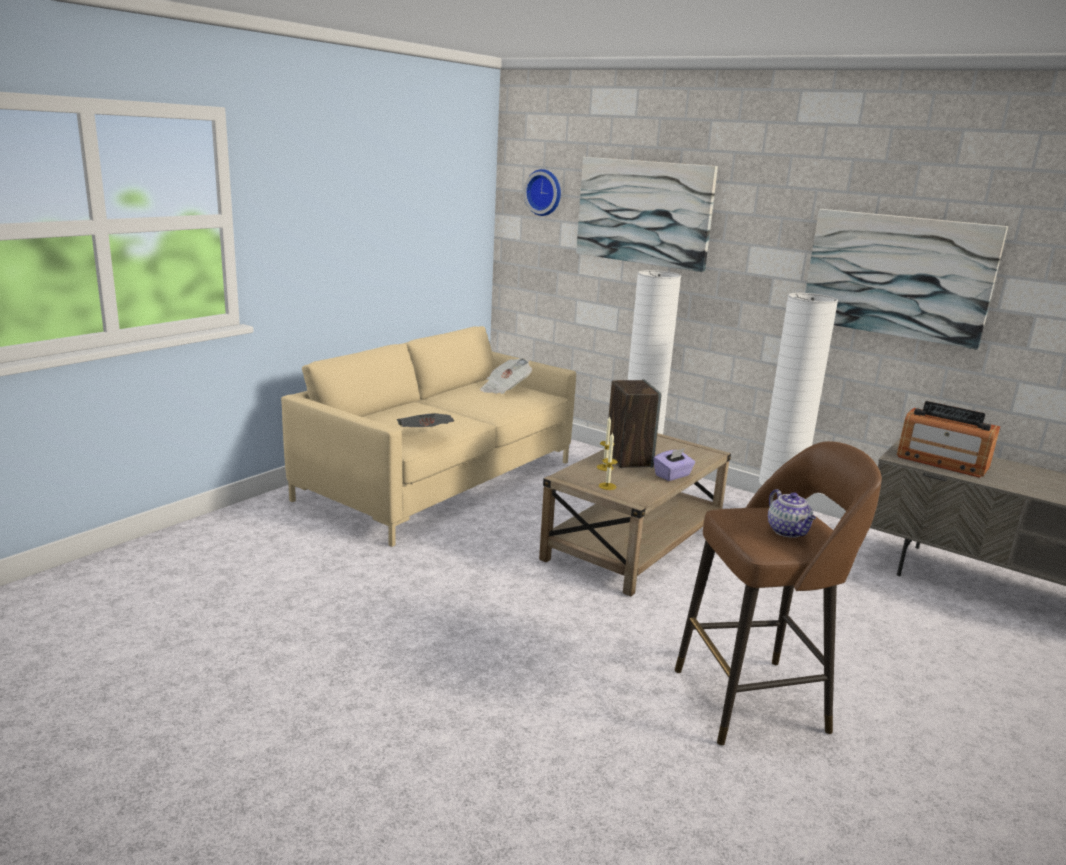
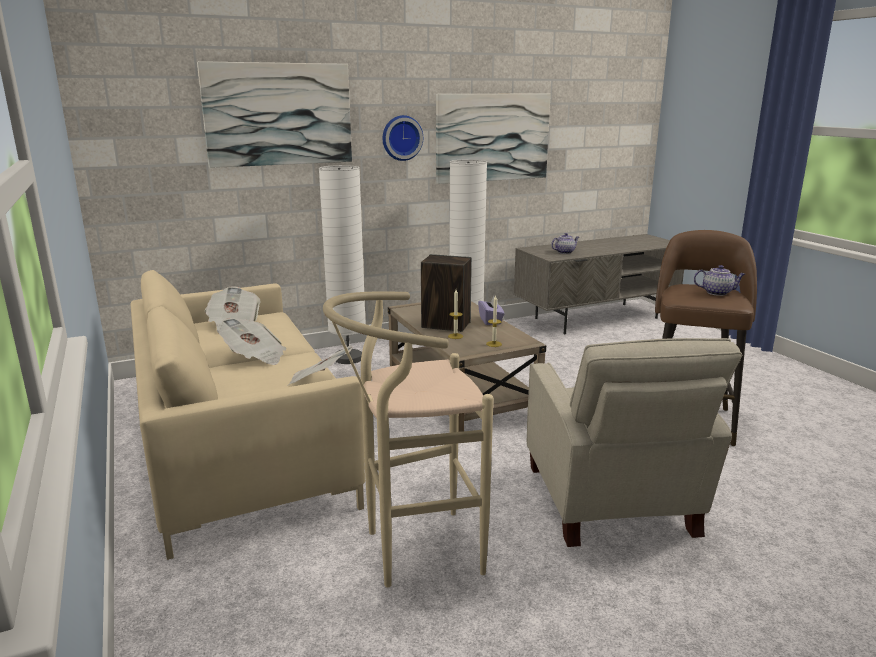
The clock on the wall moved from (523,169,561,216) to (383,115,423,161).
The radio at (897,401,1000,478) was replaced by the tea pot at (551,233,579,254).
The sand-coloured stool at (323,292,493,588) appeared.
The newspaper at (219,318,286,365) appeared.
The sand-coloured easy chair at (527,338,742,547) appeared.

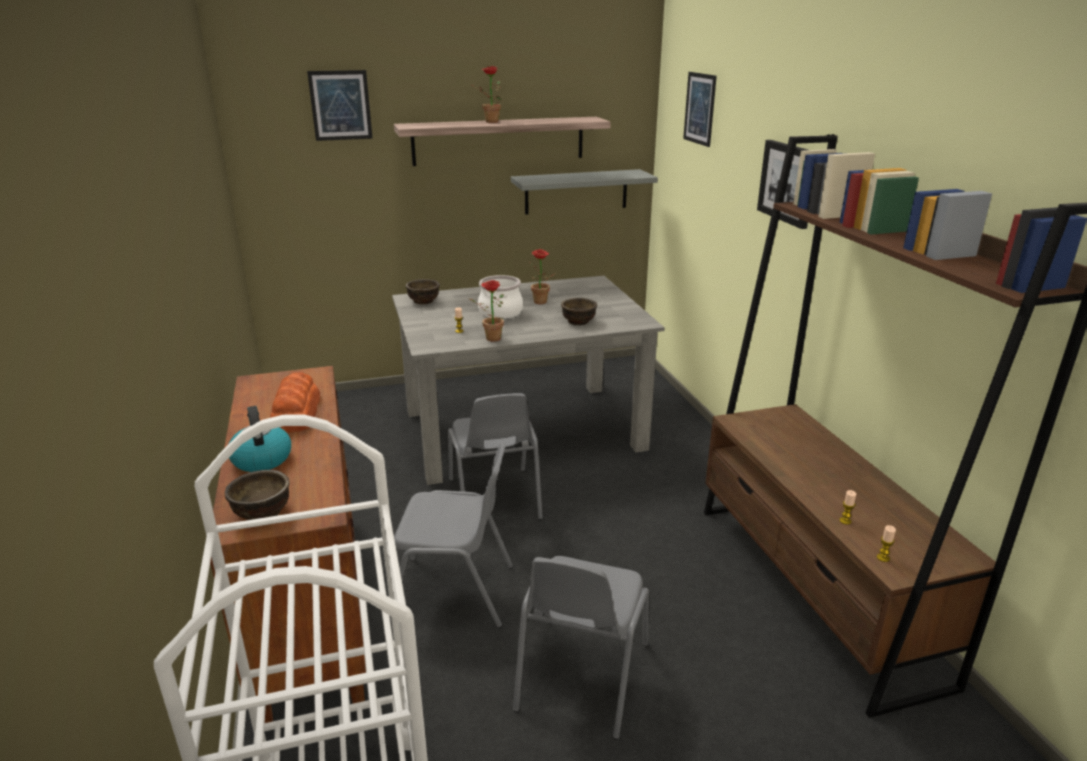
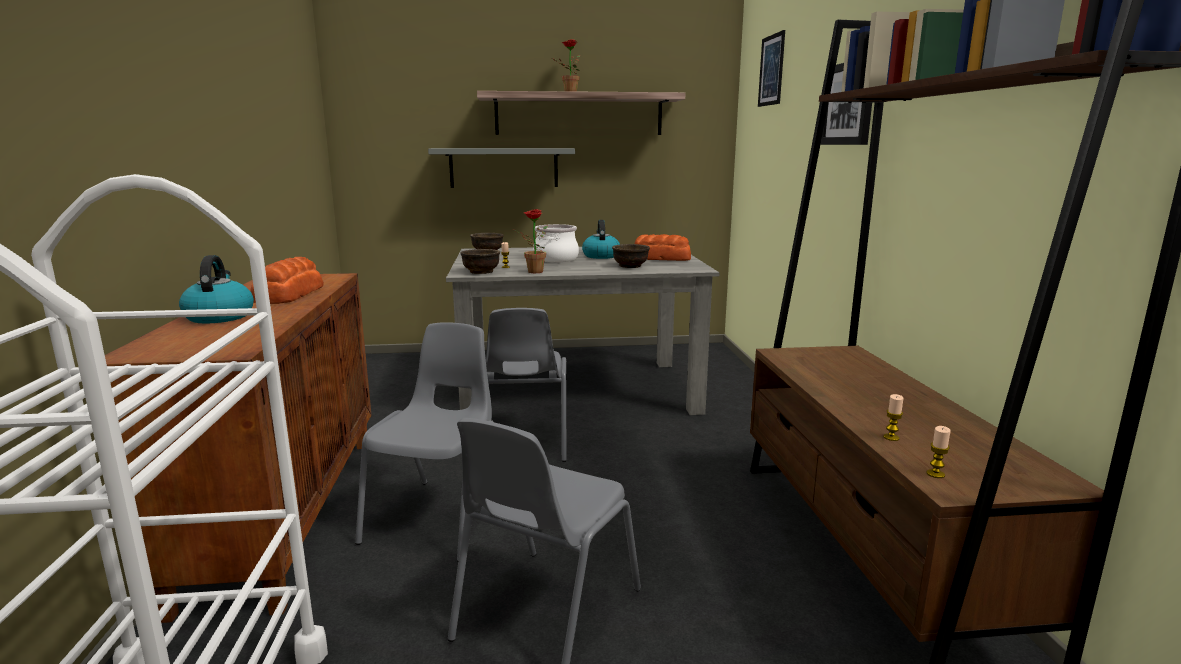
The wall art at (307,70,373,141) disappeared.
The grey wall shelf moved from (511,169,658,215) to (428,148,575,188).
The plant in a pot at (531,249,556,304) was replaced by the tea kettle at (582,220,620,259).
The grey plain chair at (389,442,513,628) turned 90 degrees counterclockwise.
The brown-coloured serving bowl moved from (225,470,290,520) to (460,249,500,274).
The baked bread at (635,234,691,261) appeared.

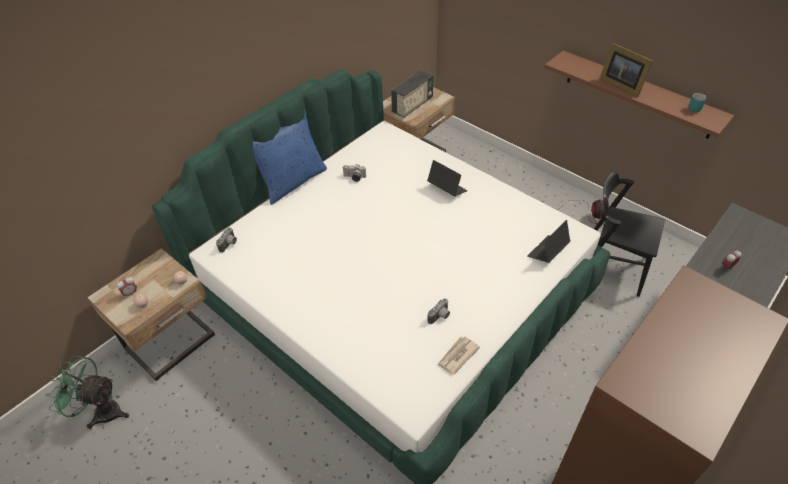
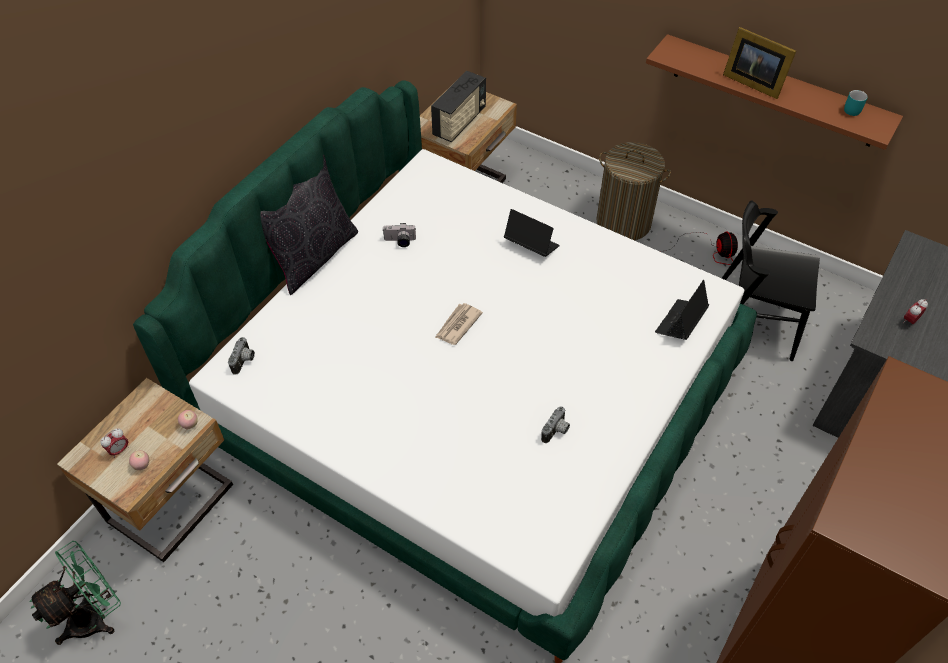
The blue-coloured throw pillow at (253,110,327,205) became the blackish throw pillow at (260,154,358,295).
The newspaper moved from (437,336,480,374) to (435,303,483,345).
The green-coloured cooling fan at (45,356,129,429) turned 135 degrees clockwise.
The laundry basket at (597,142,671,241) appeared.

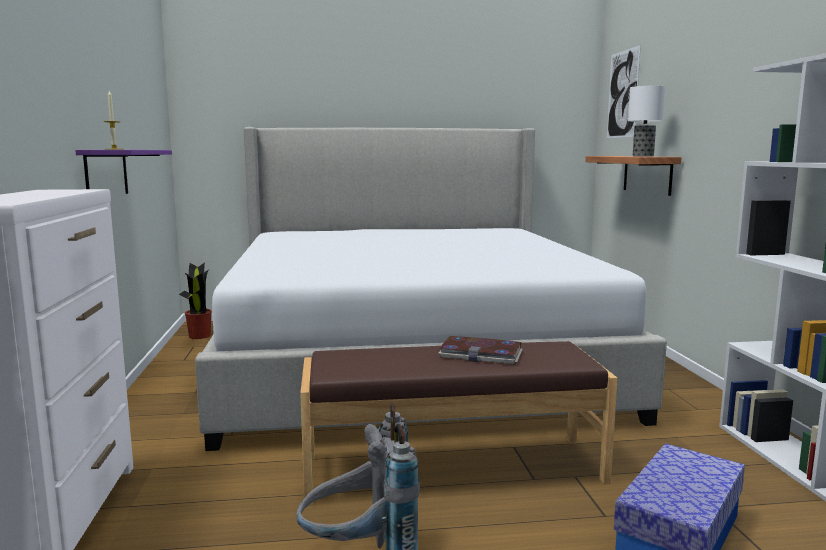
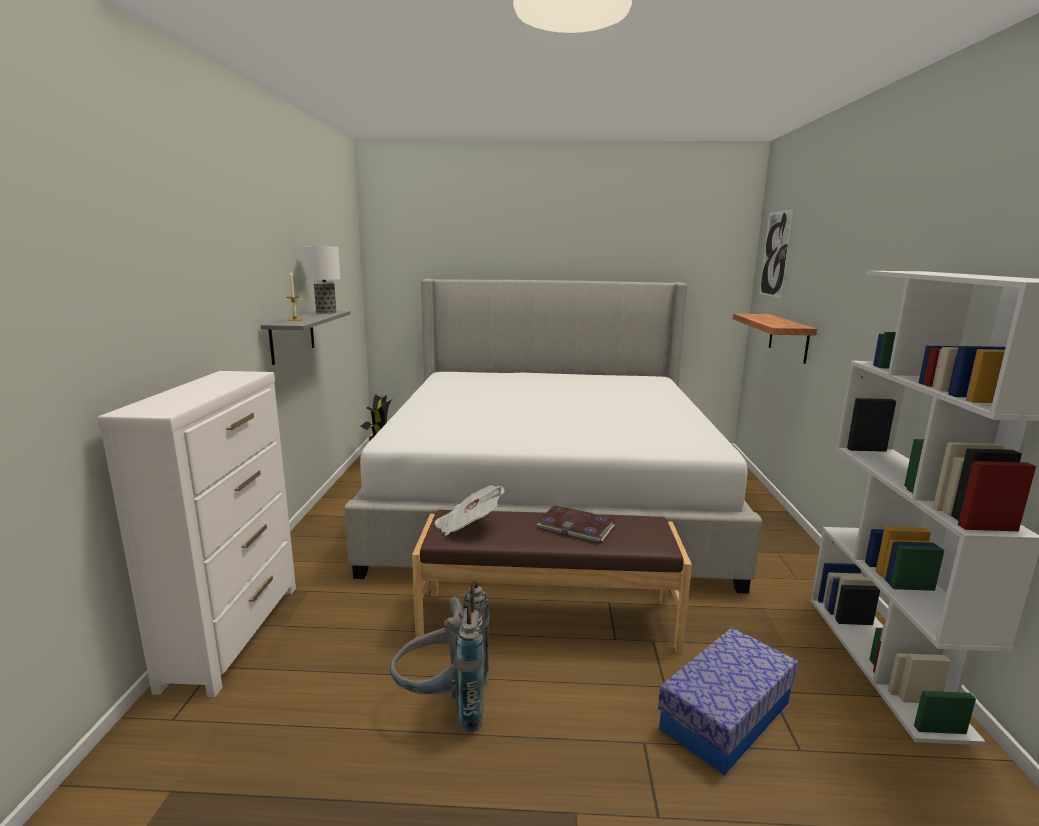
The table lamp moved from (628,86,666,157) to (304,246,341,314).
The purplish wall shelf at (75,150,172,194) became the grey wall shelf at (260,310,351,365).
The newspaper at (435,485,505,535) appeared.

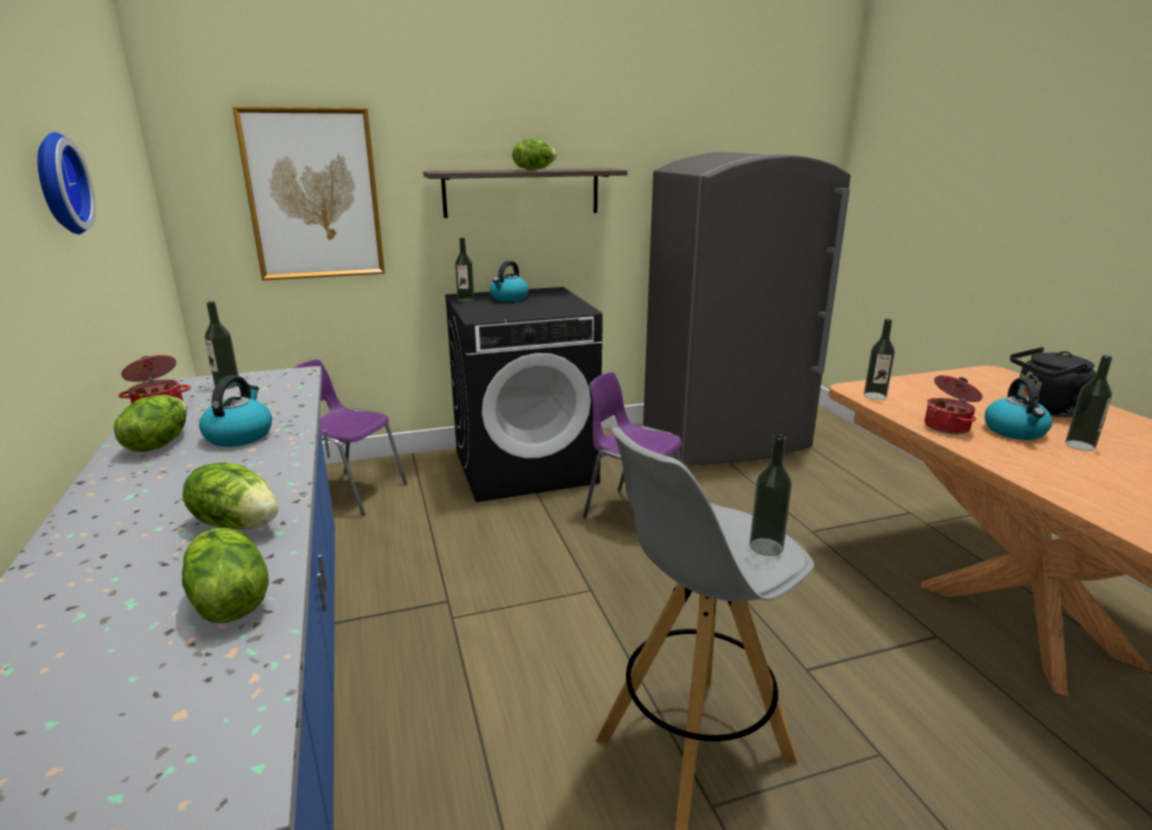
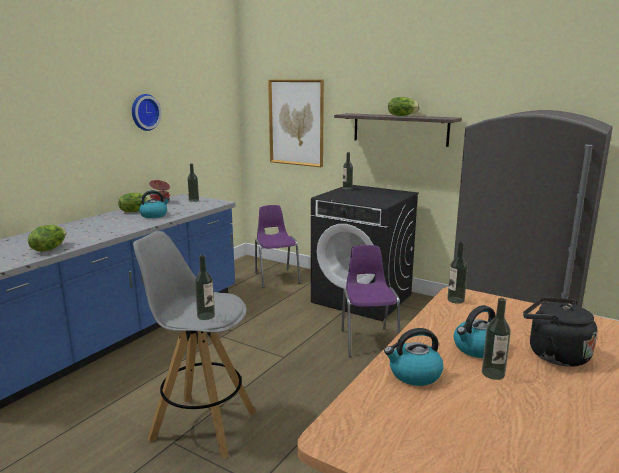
The tea kettle moved from (490,261,529,302) to (384,328,444,386).
The cooking pot at (925,375,982,434) disappeared.
The lettuce head at (183,463,278,529) disappeared.

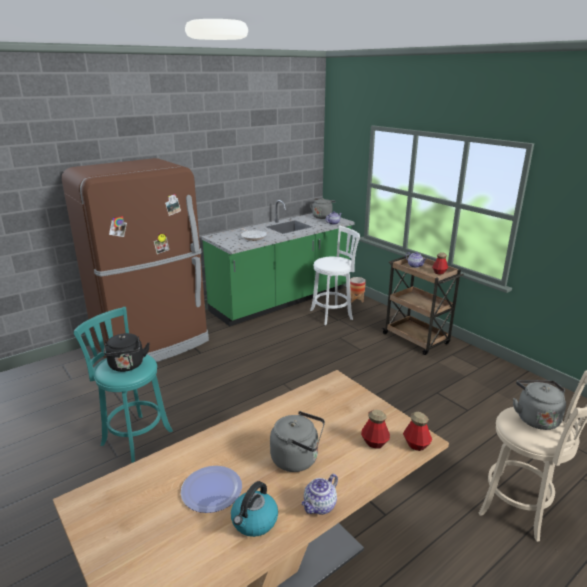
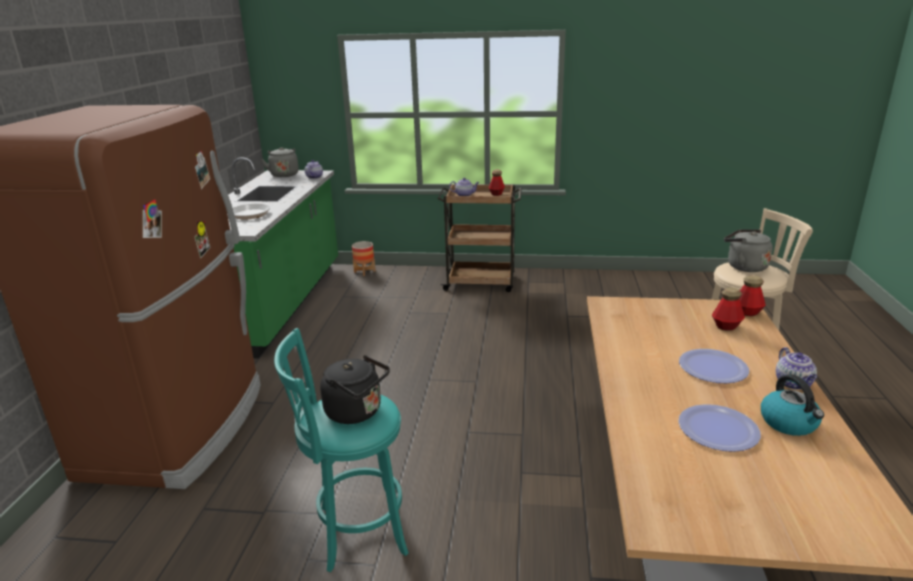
The white stool at (310,226,360,325) disappeared.
The grey tea kettle at (270,411,325,472) was replaced by the dinner plate at (679,349,749,383).

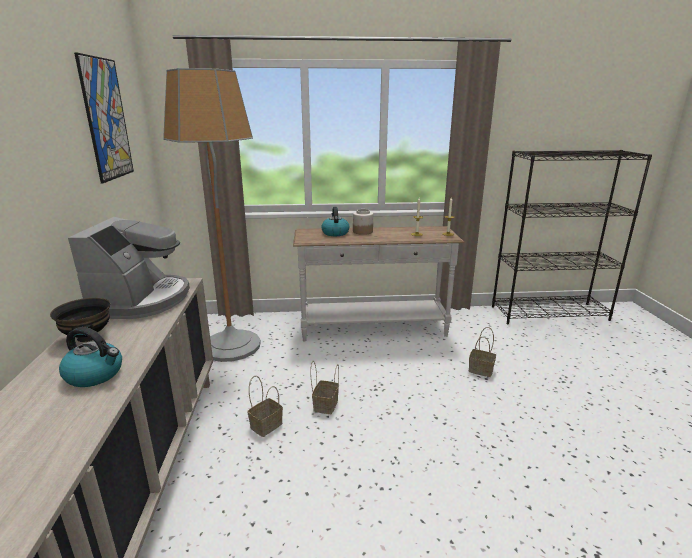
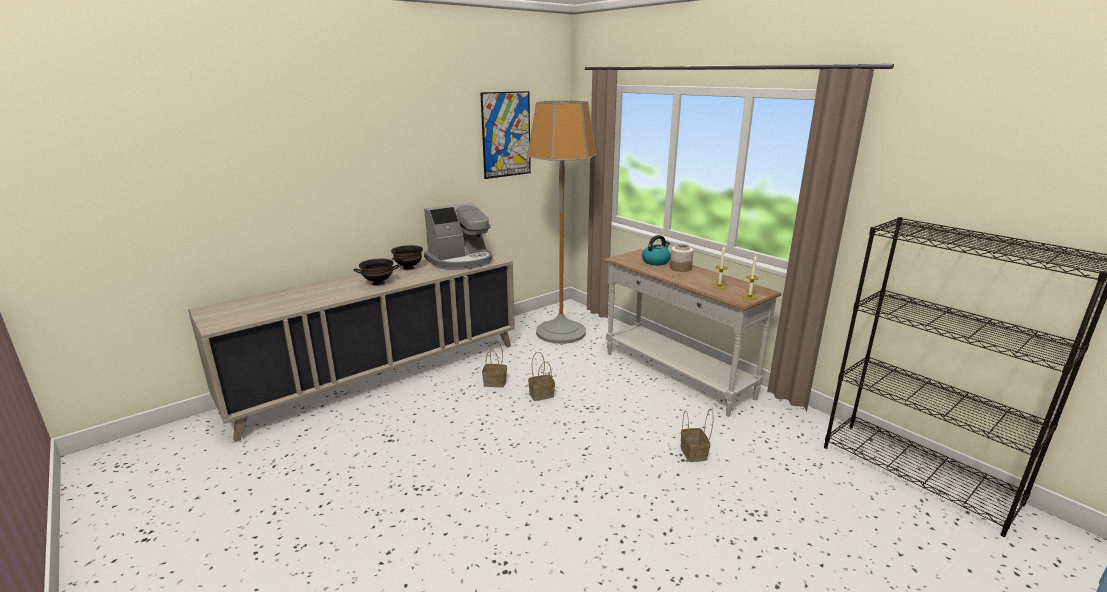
The tea kettle at (59,327,122,387) was replaced by the blackish serving bowl at (354,259,399,285).

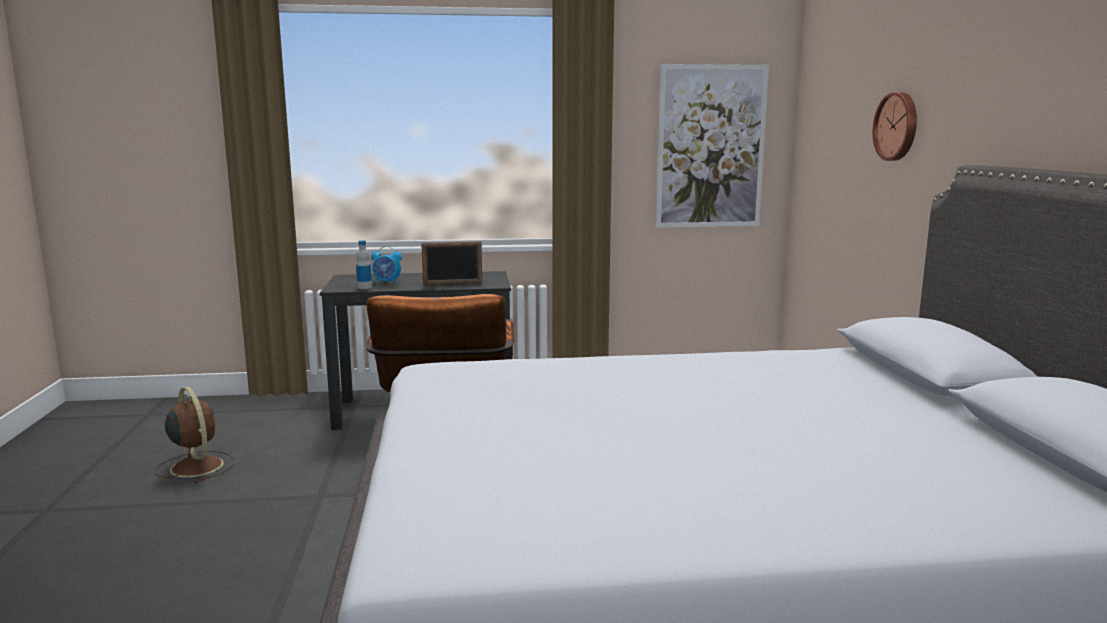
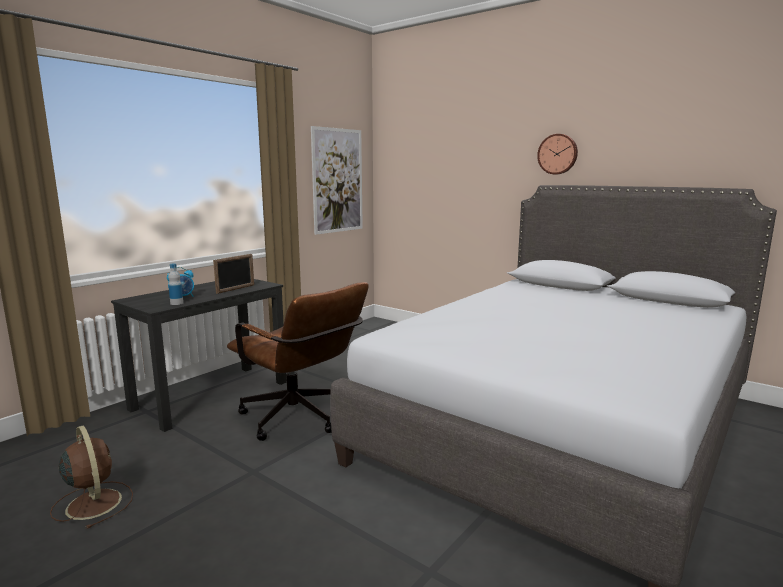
The clock on the wall moved from (873,92,917,161) to (537,134,578,174).
The brown-coloured cooling fan at (155,387,235,483) turned 45 degrees clockwise.

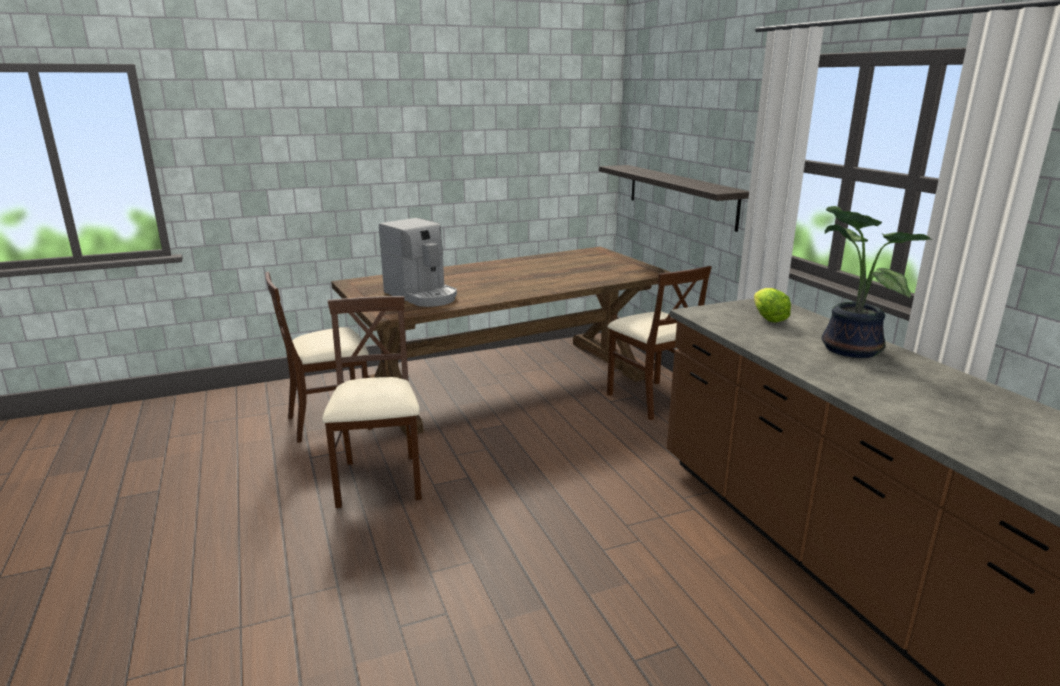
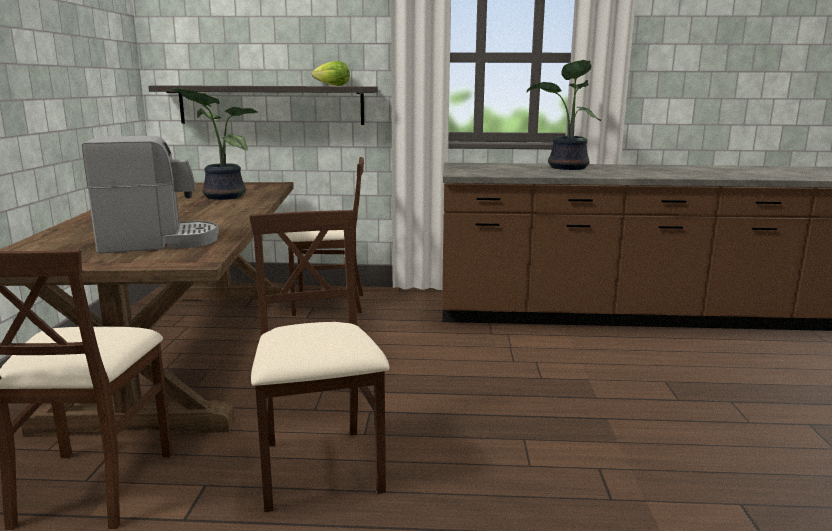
The lettuce head moved from (754,288,791,323) to (312,61,350,86).
The sand-coloured plain chair at (322,296,422,508) turned 60 degrees clockwise.
The plant in a pot at (172,87,259,200) appeared.

